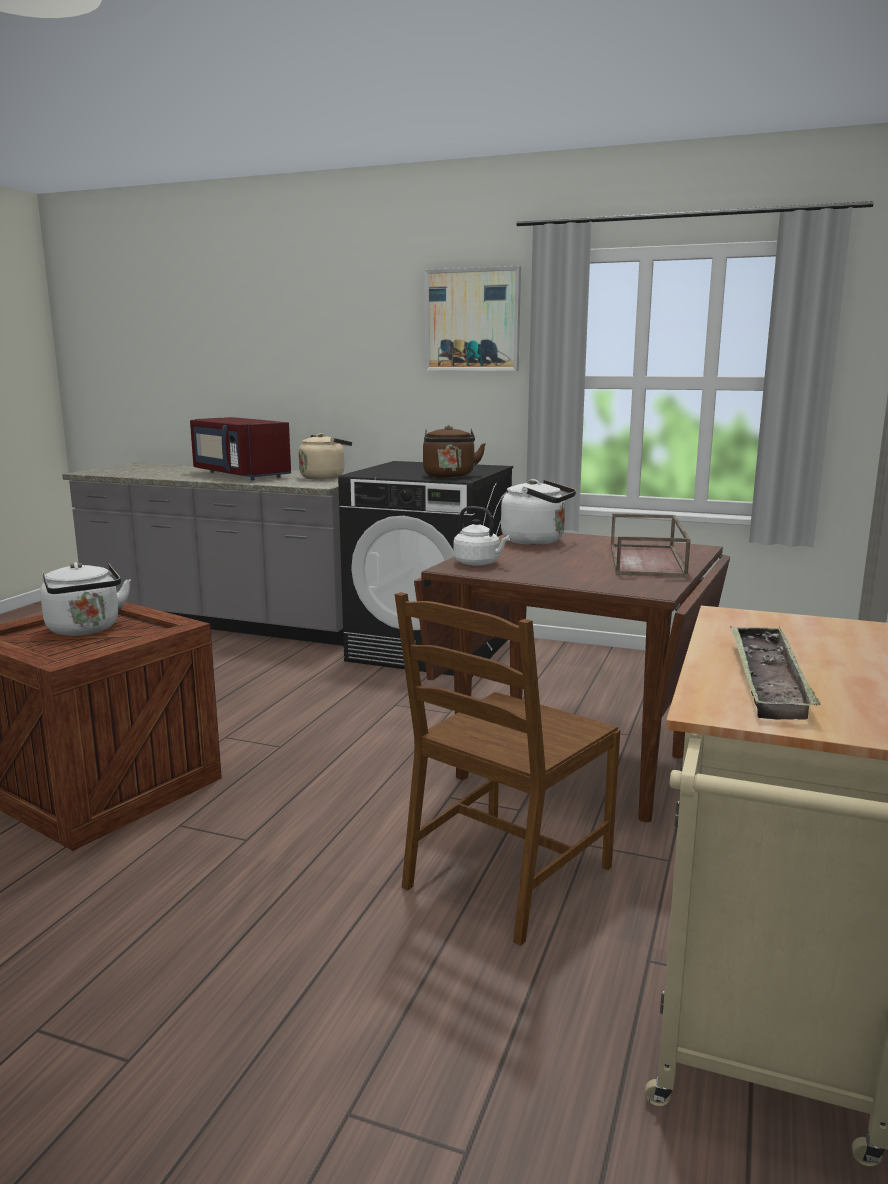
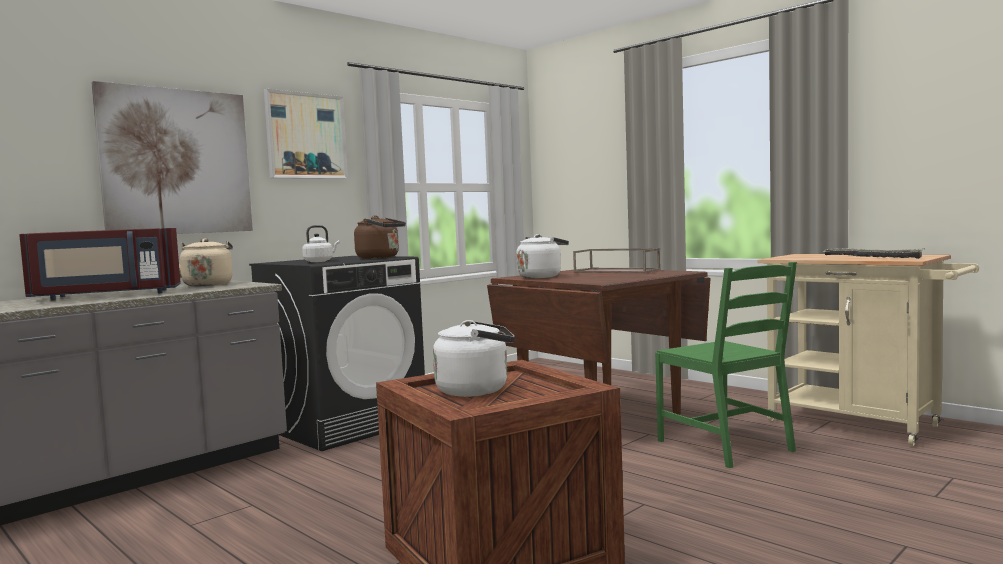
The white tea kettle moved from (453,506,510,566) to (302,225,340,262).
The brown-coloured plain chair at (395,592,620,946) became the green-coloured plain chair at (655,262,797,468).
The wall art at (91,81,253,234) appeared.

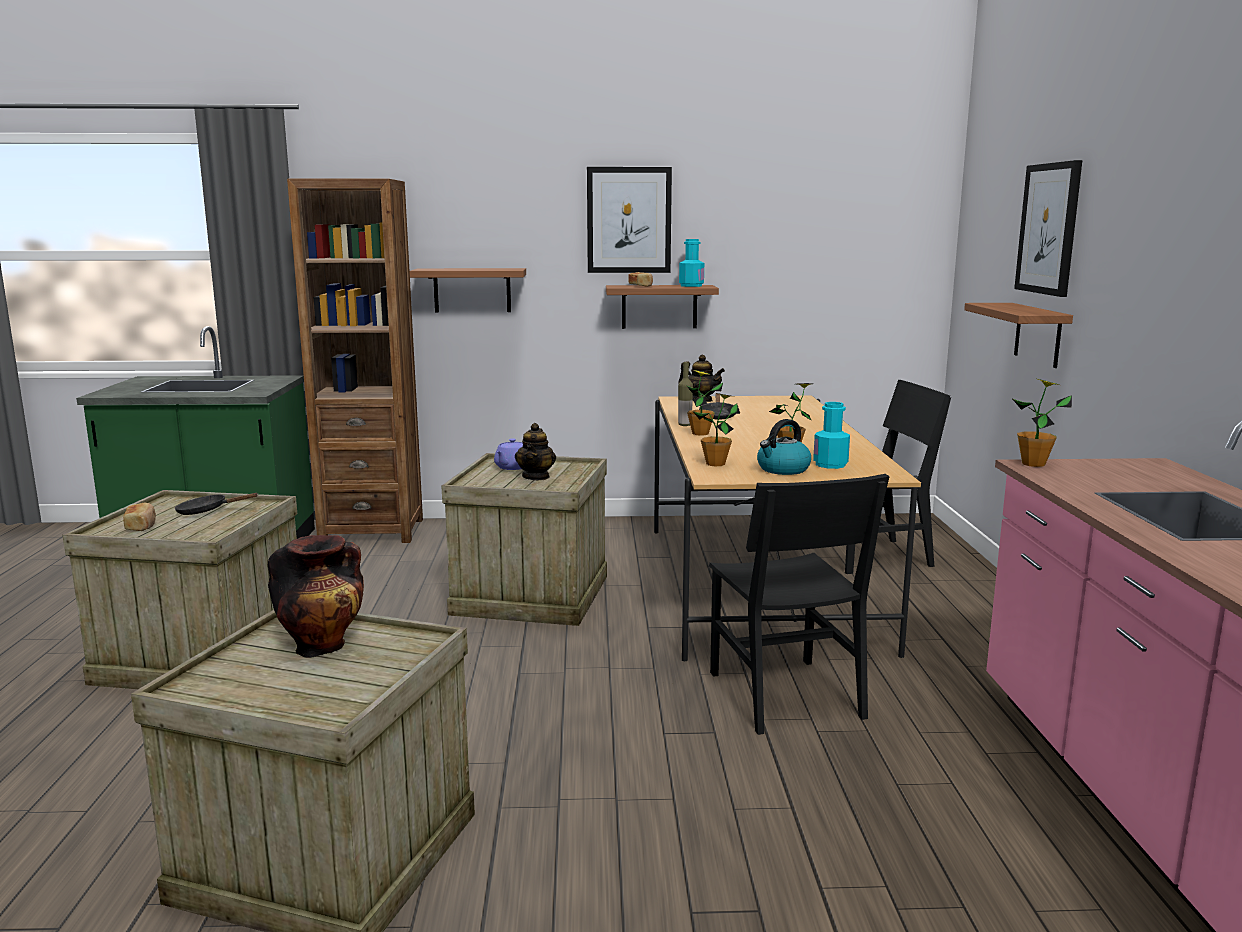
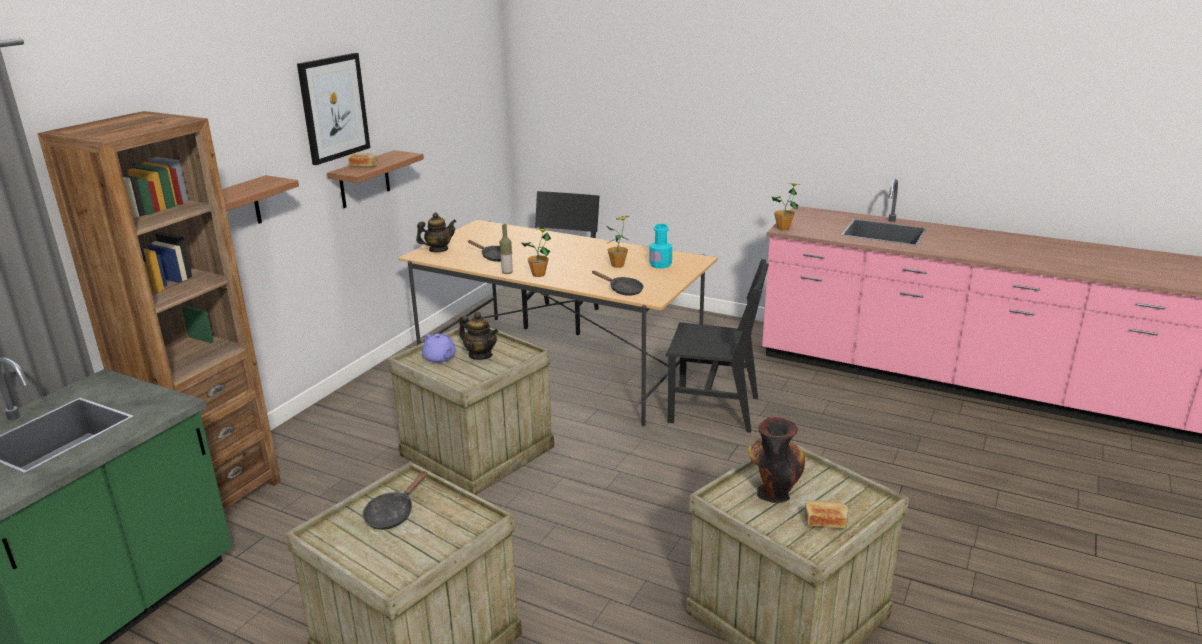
The wall art at (1014,160,1082,297) disappeared.
The blue-green beverage bottle at (679,239,704,287) disappeared.
The wall shelf at (964,303,1073,368) disappeared.
The plant in a pot at (693,393,740,466) was replaced by the blackish frying pan at (592,271,644,296).
The tea kettle at (757,419,811,475) disappeared.
The baked bread moved from (123,502,156,531) to (804,501,849,529).

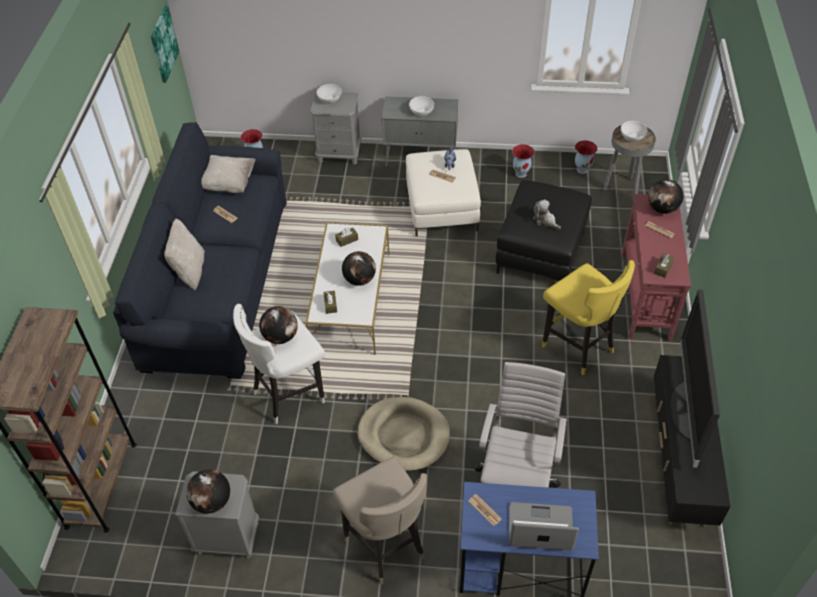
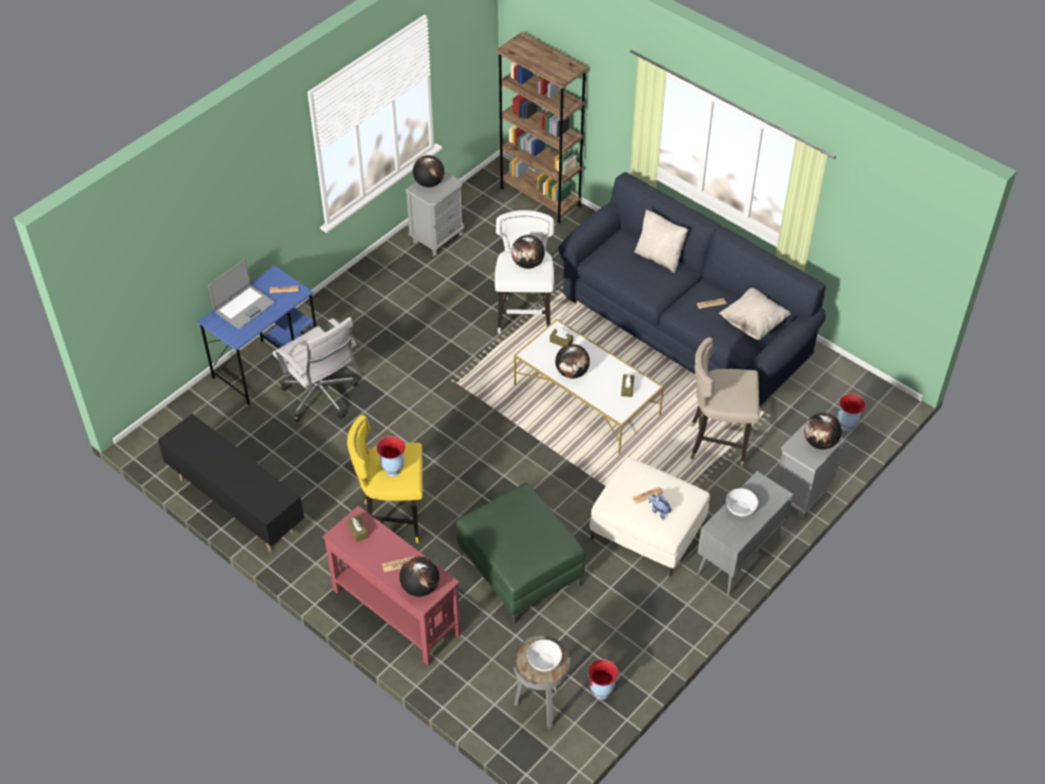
The wall art at (151,6,179,83) disappeared.
The white serving bowl at (317,84,342,104) was replaced by the world globe at (804,413,842,450).
The decorative vase moved from (512,144,535,178) to (376,436,405,477).
The blackish pouffe at (496,180,592,281) became the green-coloured pouffe at (456,482,586,624).
The soft toy at (533,200,561,230) disappeared.
The television at (671,289,720,468) disappeared.
The sand-coloured dog cushion at (357,397,450,471) disappeared.
The sand-coloured stool moved from (332,457,427,584) to (690,337,760,467).

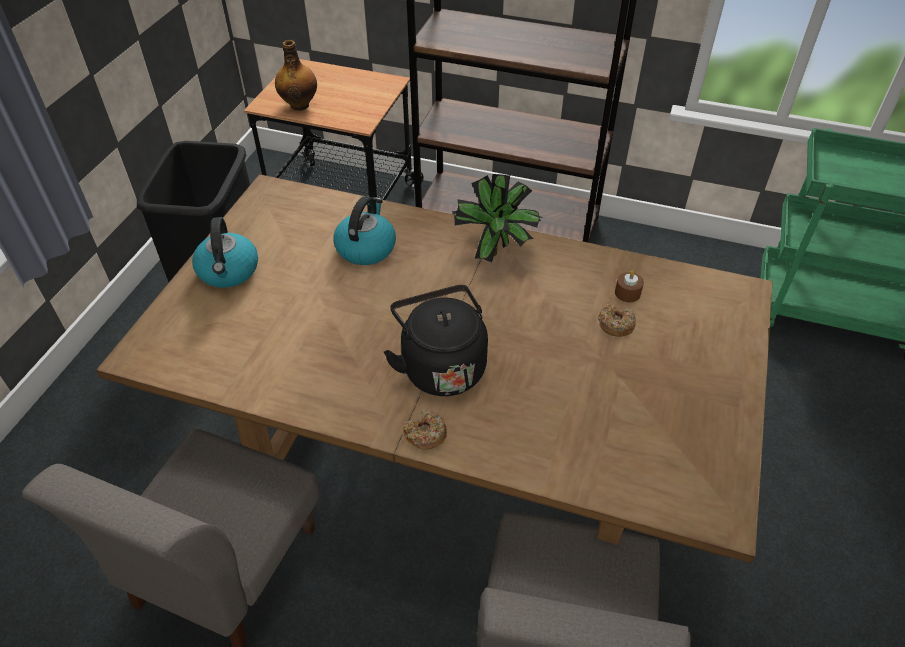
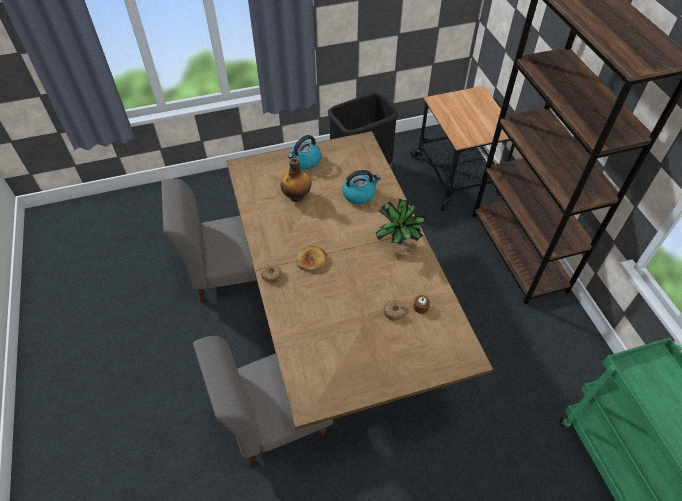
The beverage bottle moved from (275,40,317,111) to (280,158,311,202).
The blackish tea kettle at (384,285,488,396) was replaced by the baked bread at (297,245,327,271).

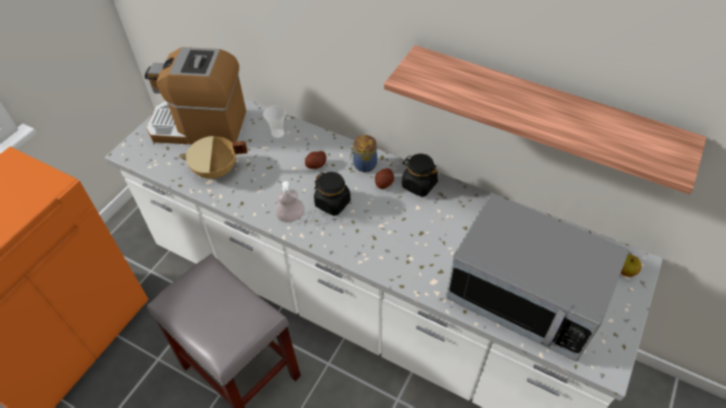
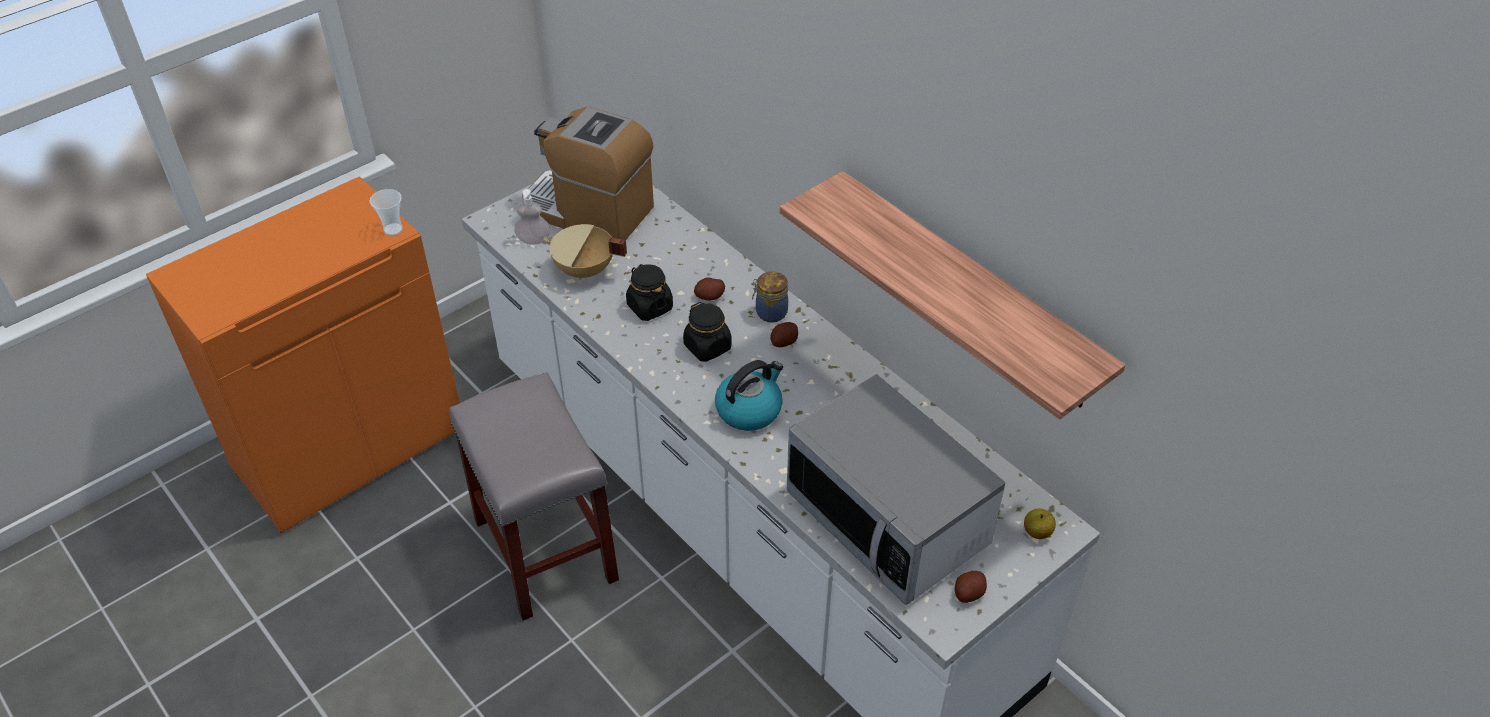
The small cup moved from (263,105,286,139) to (370,189,403,236).
The blackish preserve jar moved from (402,154,438,197) to (626,264,673,321).
The soap bottle moved from (275,181,305,222) to (514,189,550,245).
The tea kettle at (715,360,783,431) appeared.
The spud at (955,571,987,603) appeared.

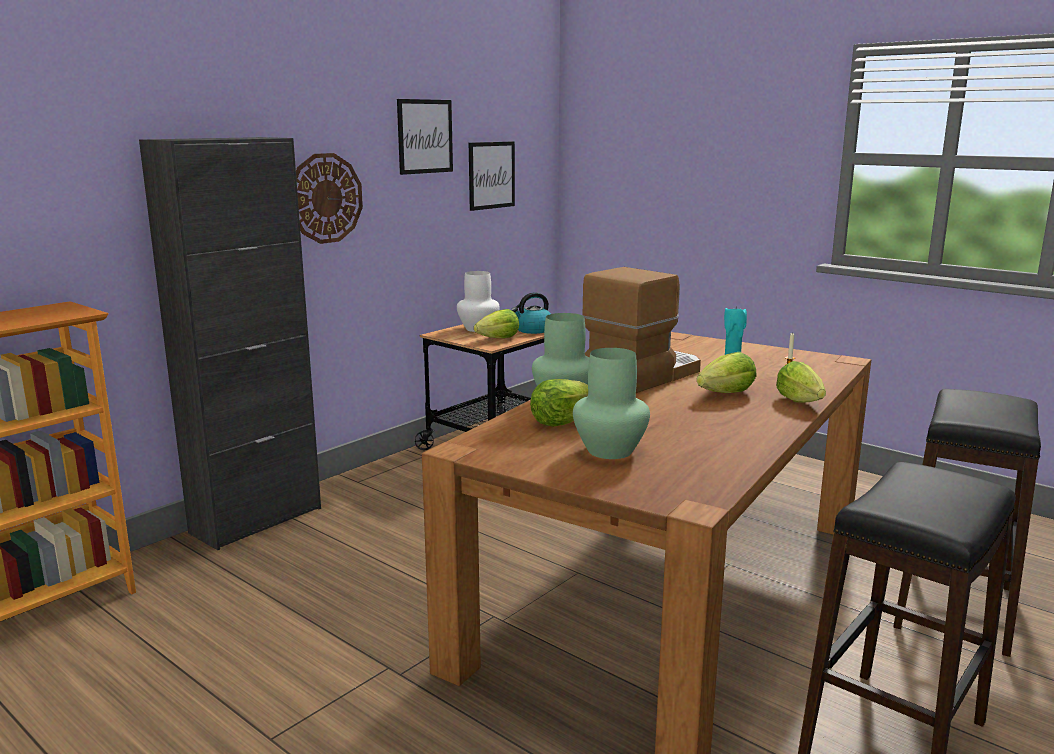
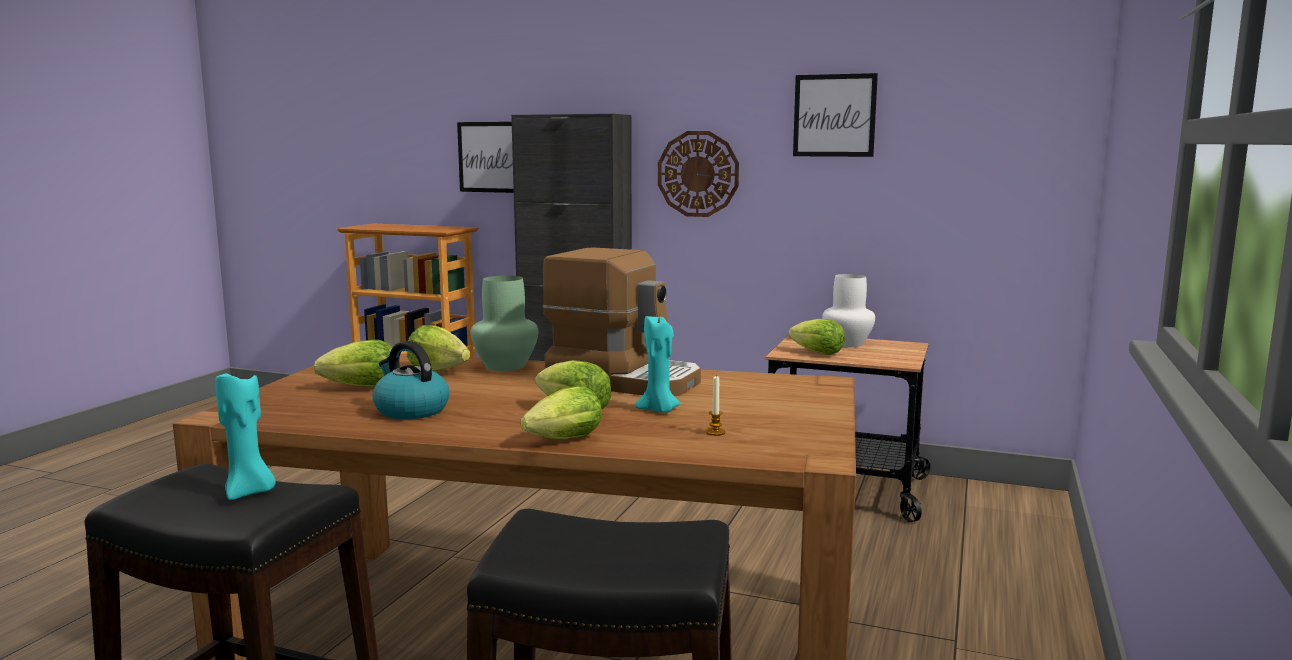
The wall art moved from (469,141,515,211) to (457,122,514,193).
The tea kettle moved from (511,292,551,334) to (372,341,449,419).
The green-coloured decorative vase at (573,348,650,459) was replaced by the lettuce head at (314,340,392,387).
The blue-green wax light at (215,372,276,500) appeared.

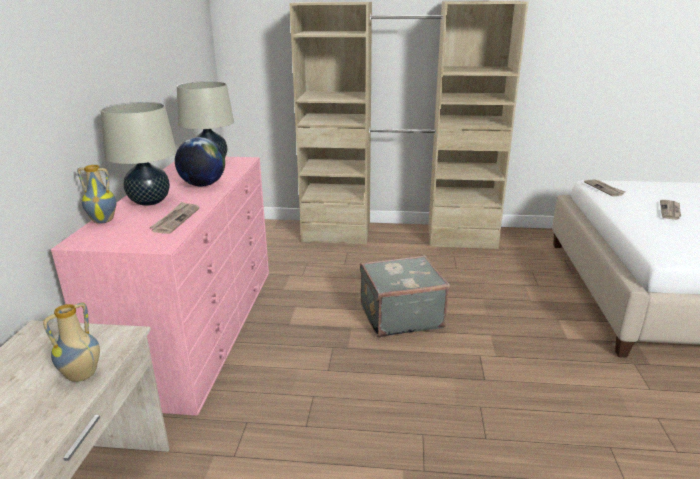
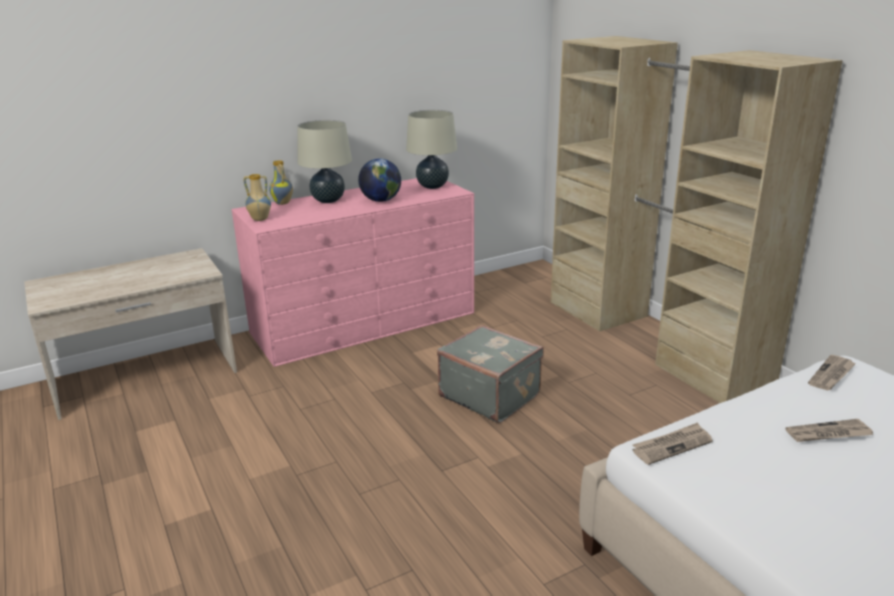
The newspaper moved from (150,202,200,234) to (632,422,713,465).
The decorative vase moved from (43,303,100,382) to (243,174,271,221).

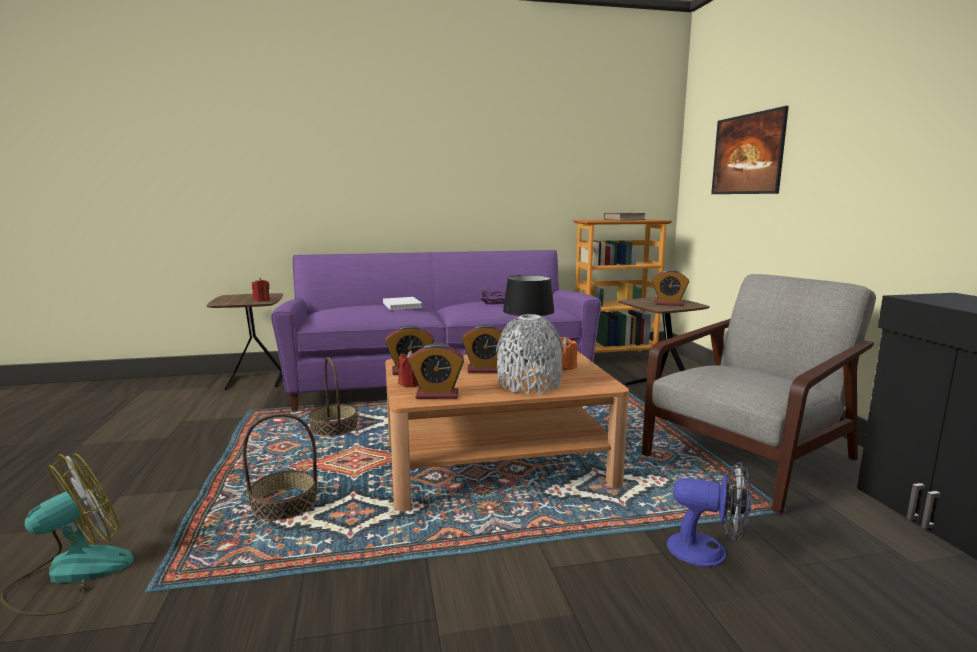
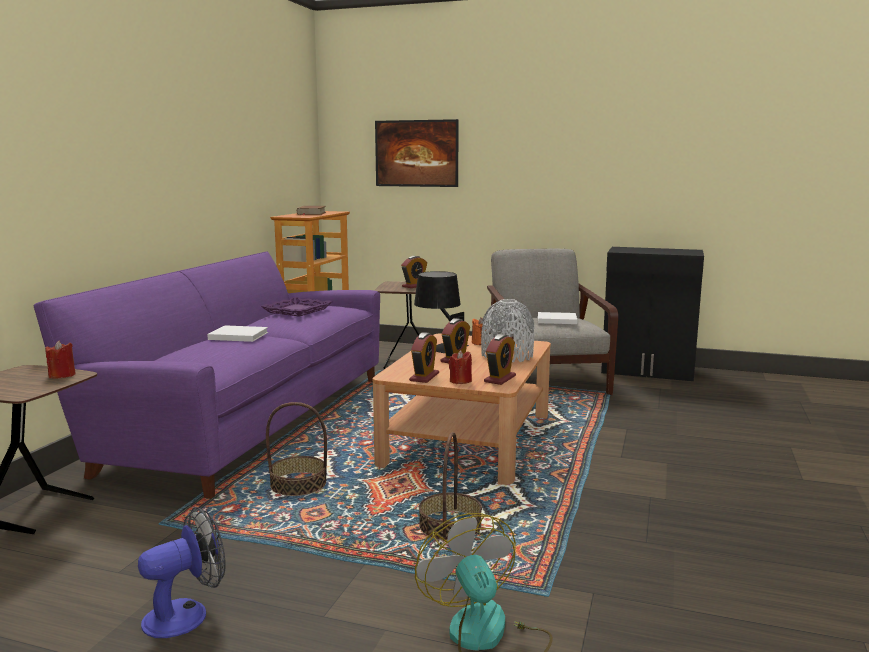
The cooling fan moved from (667,462,751,567) to (138,507,226,638).
The white bound book at (538,312,577,324) appeared.

